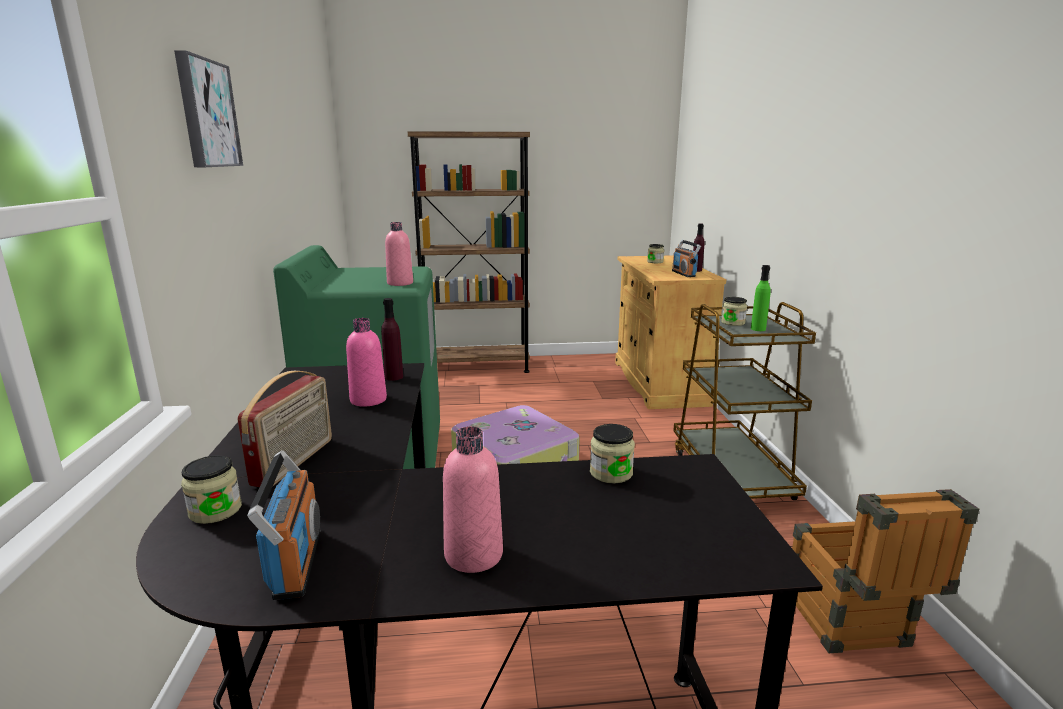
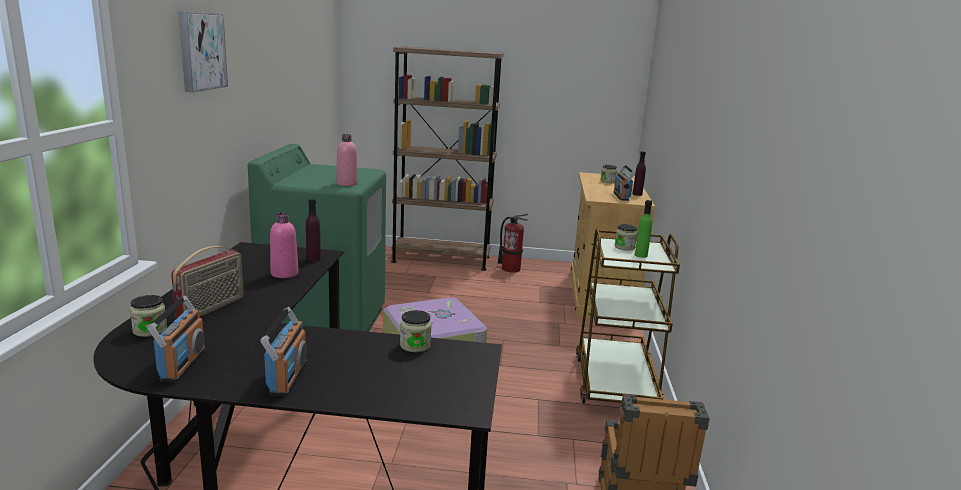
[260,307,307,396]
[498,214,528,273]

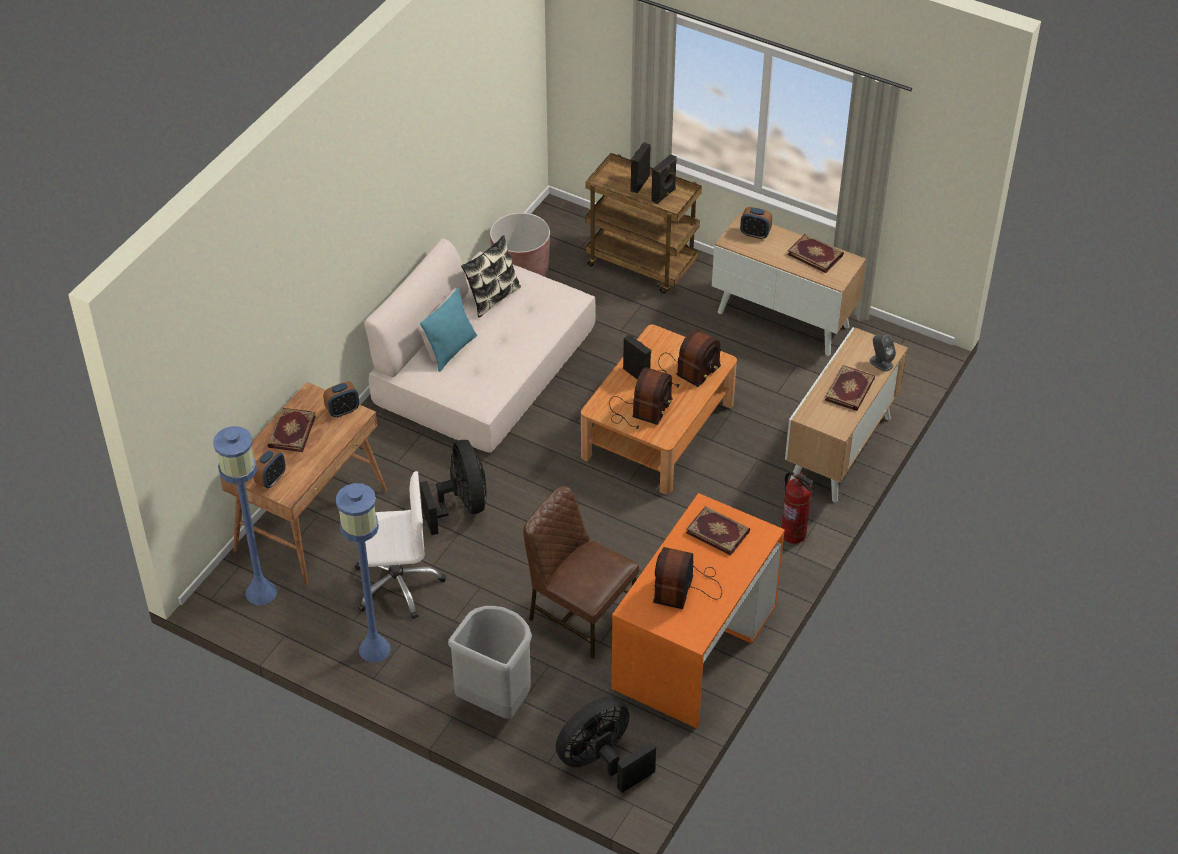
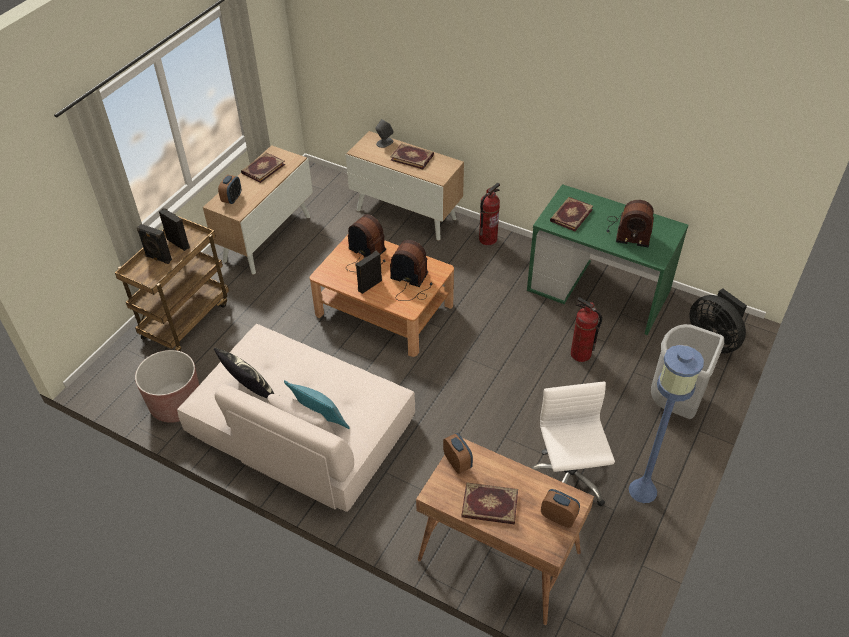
[213,426,277,605] (first image)
[420,440,487,535] (first image)
[571,297,602,362]
[527,184,688,335]

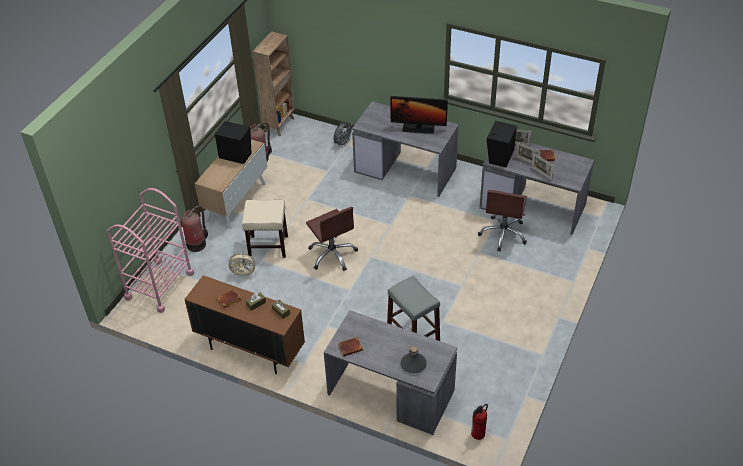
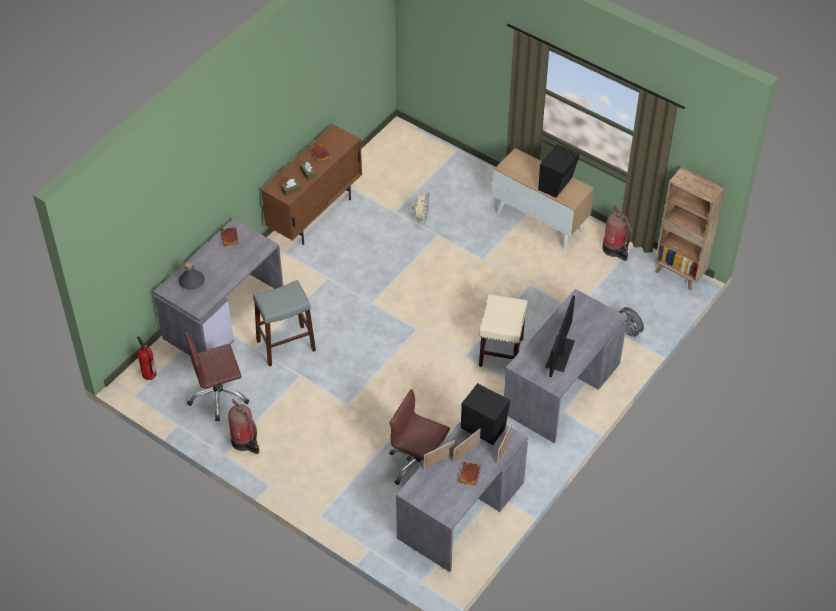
[106,188,194,313] (first image)
[228,399,259,454]
[479,294,528,367]
[185,332,250,421]

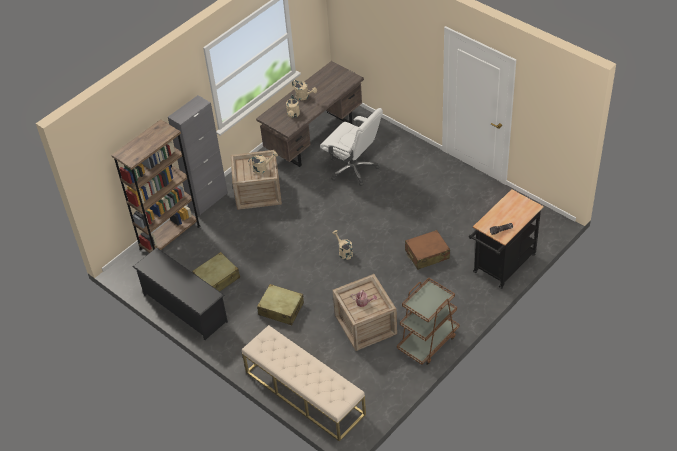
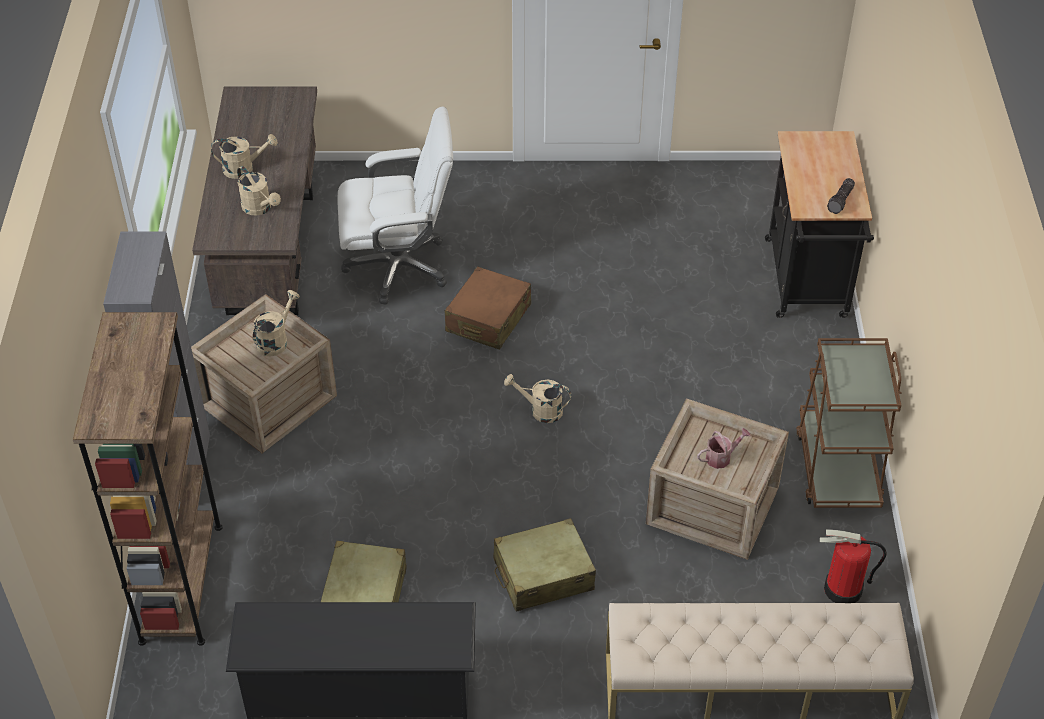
[445,266,531,349]
[820,529,887,603]

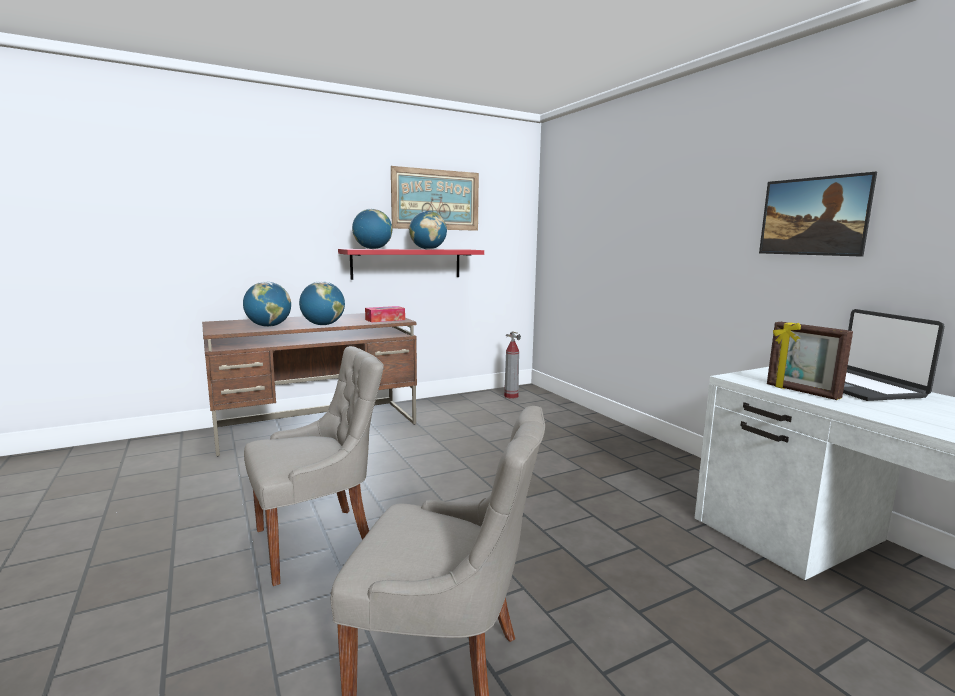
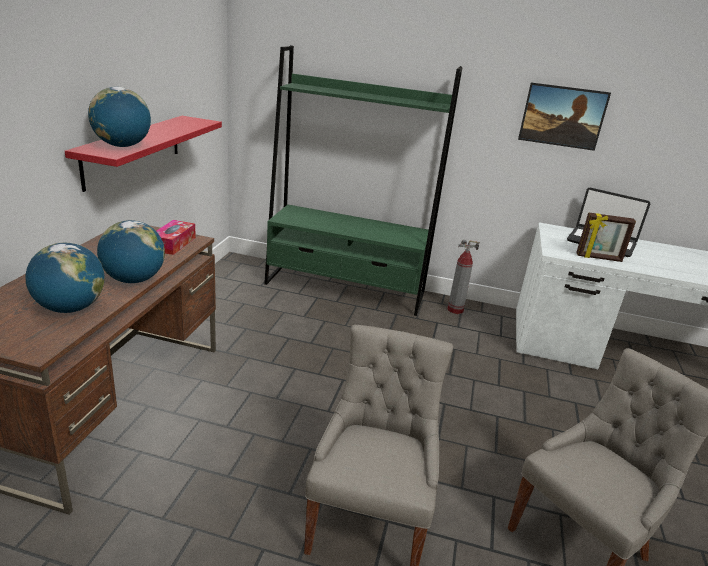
[391,166,479,231] (first image)
[409,211,447,249] (first image)
[447,240,480,314]
[264,45,462,316]

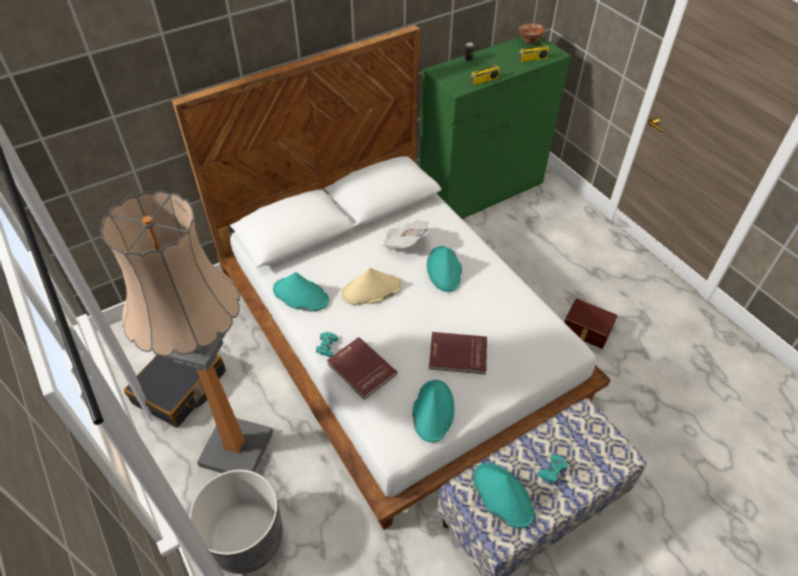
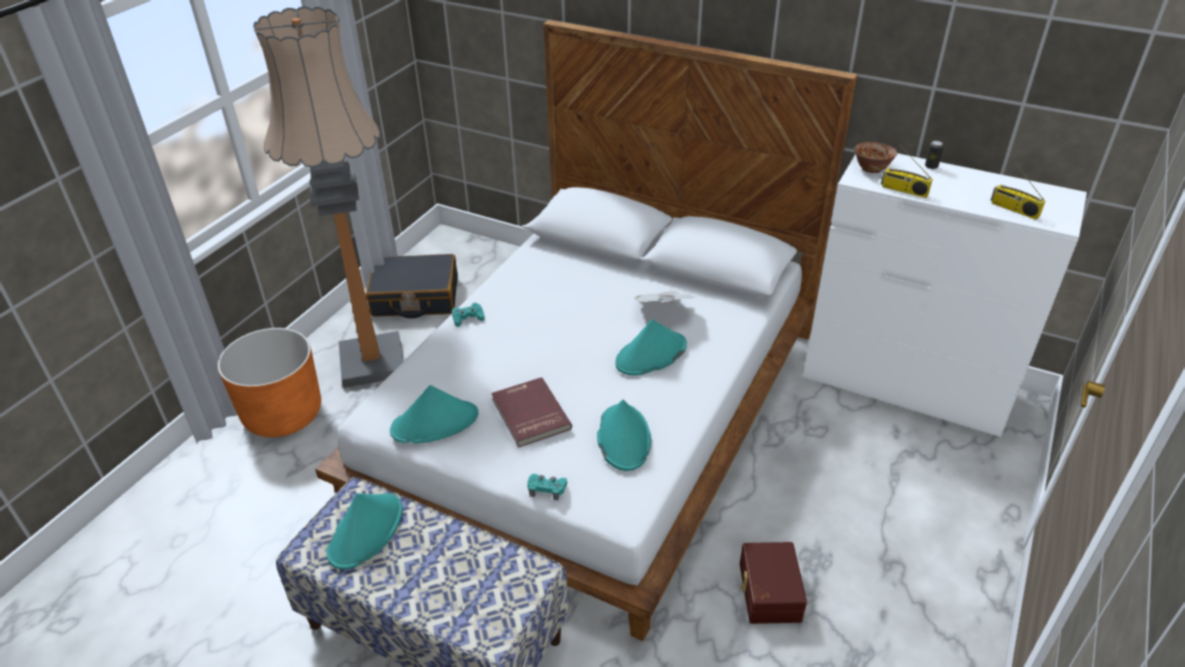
[217,328,321,437]
[597,400,651,471]
[327,337,397,400] (first image)
[342,268,401,305] (first image)
[803,153,1087,437]
[854,142,897,173]
[527,474,567,500]

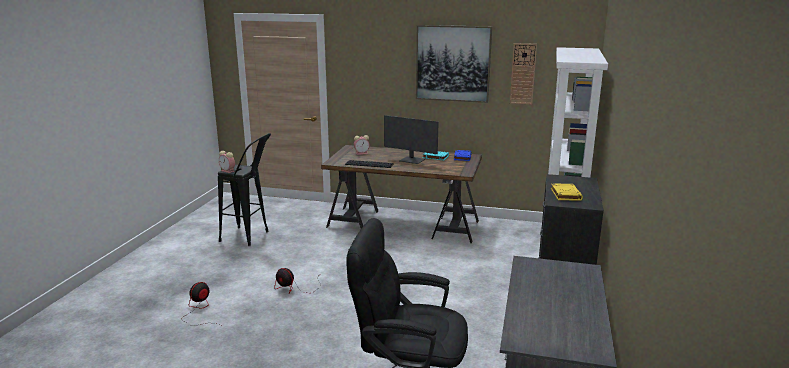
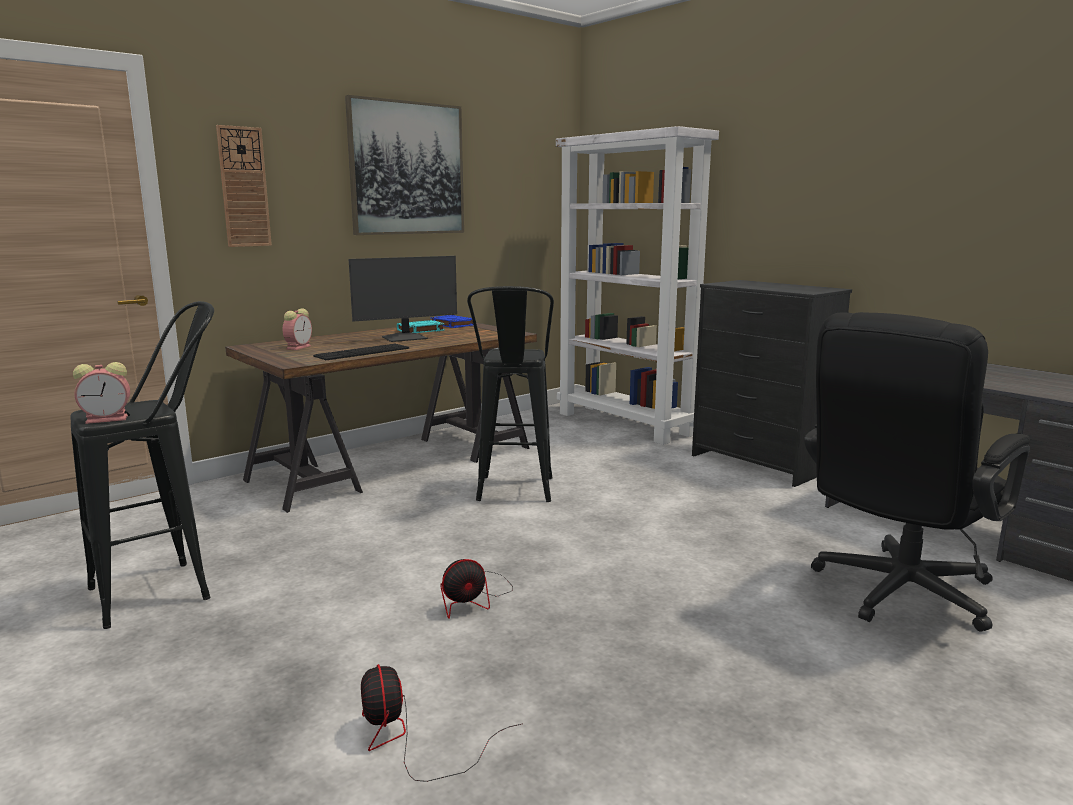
[216,125,272,247]
[551,184,583,200] (first image)
[467,286,554,502]

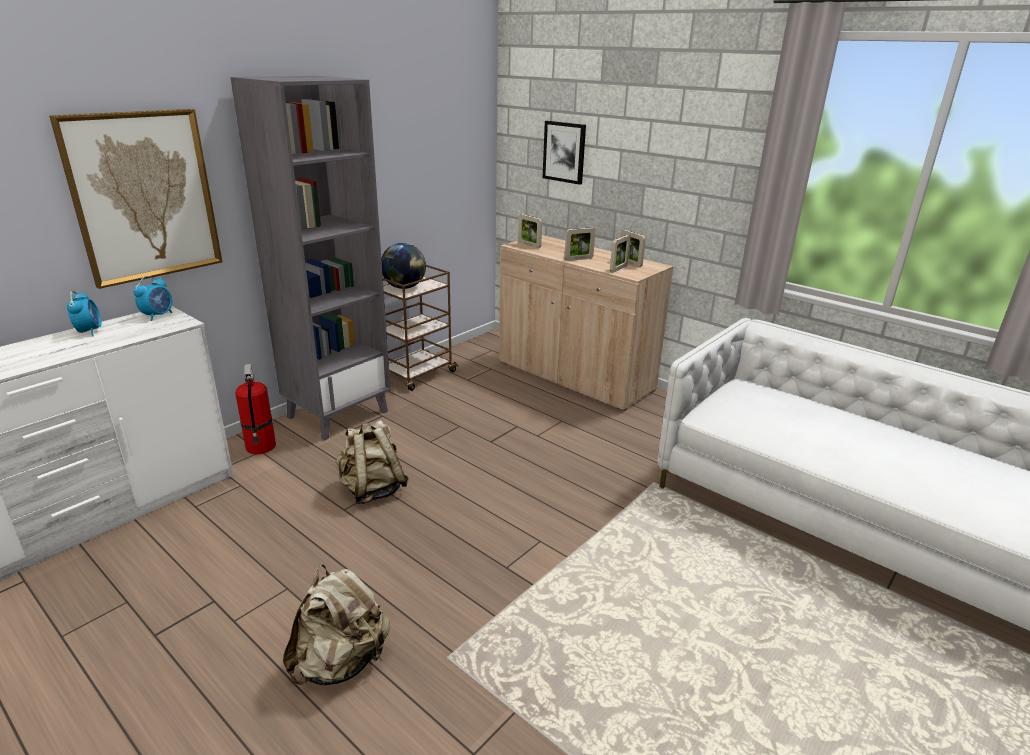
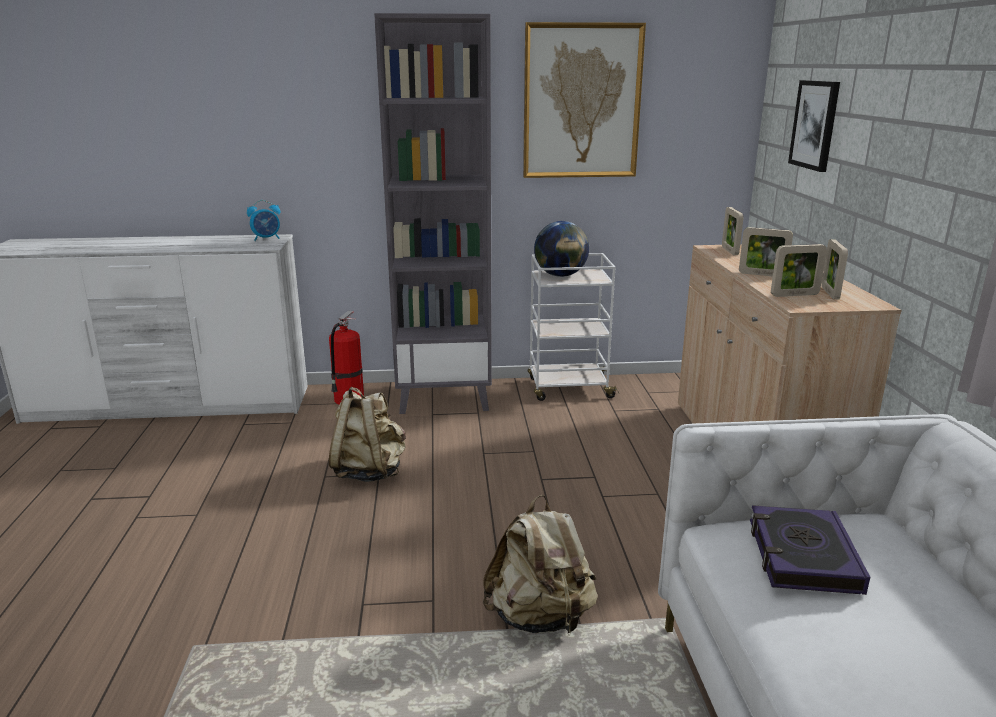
[523,22,646,178]
[67,291,102,336] (first image)
[483,495,598,633]
[528,253,619,401]
[750,506,870,595]

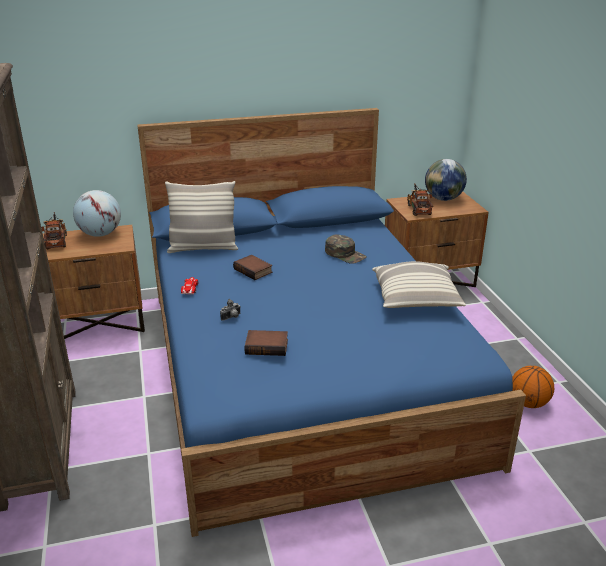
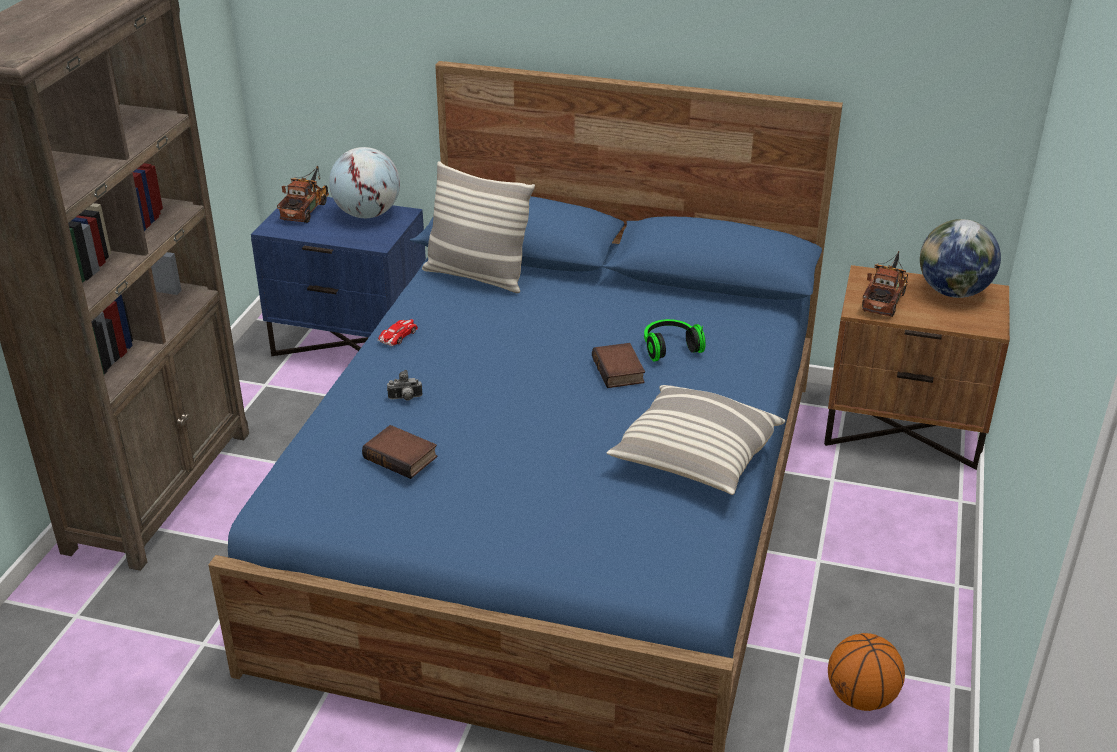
[251,197,426,356]
[592,343,645,388]
[644,319,706,362]

